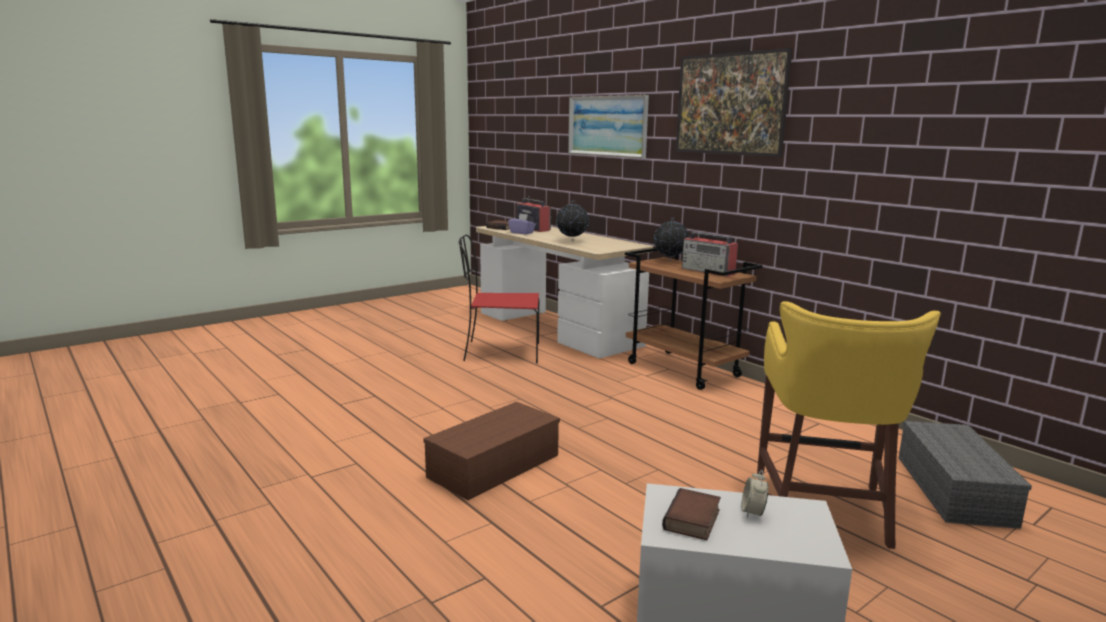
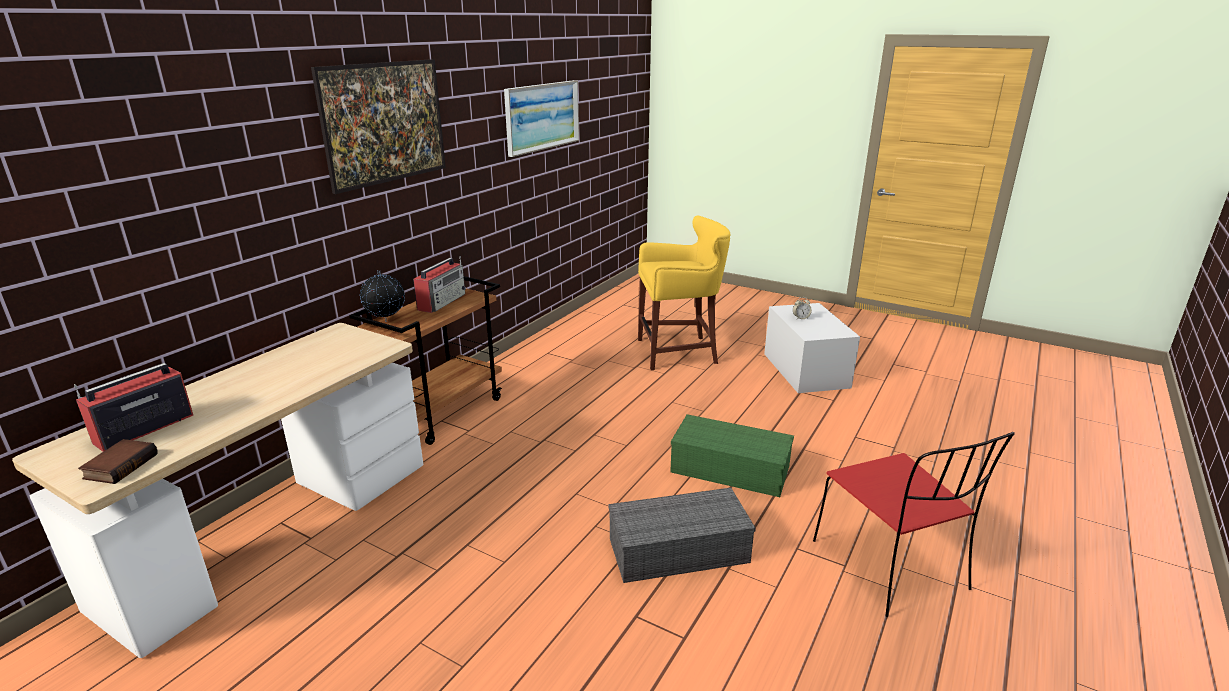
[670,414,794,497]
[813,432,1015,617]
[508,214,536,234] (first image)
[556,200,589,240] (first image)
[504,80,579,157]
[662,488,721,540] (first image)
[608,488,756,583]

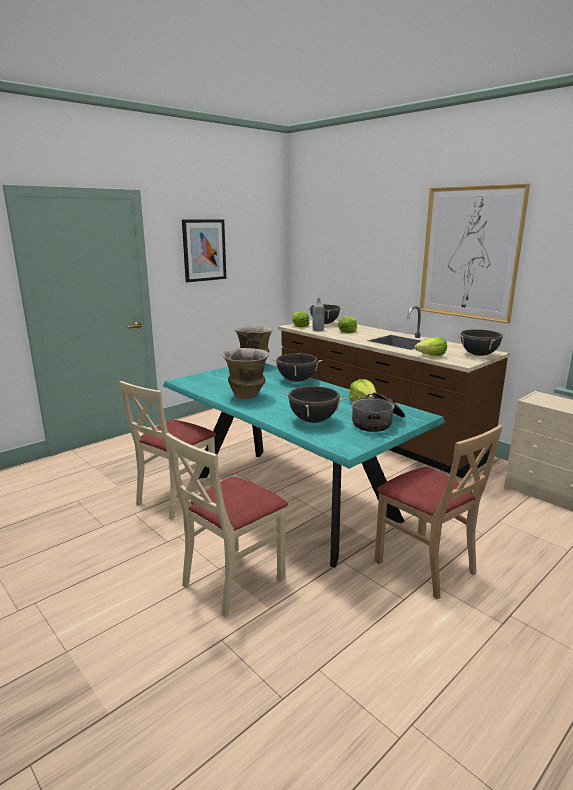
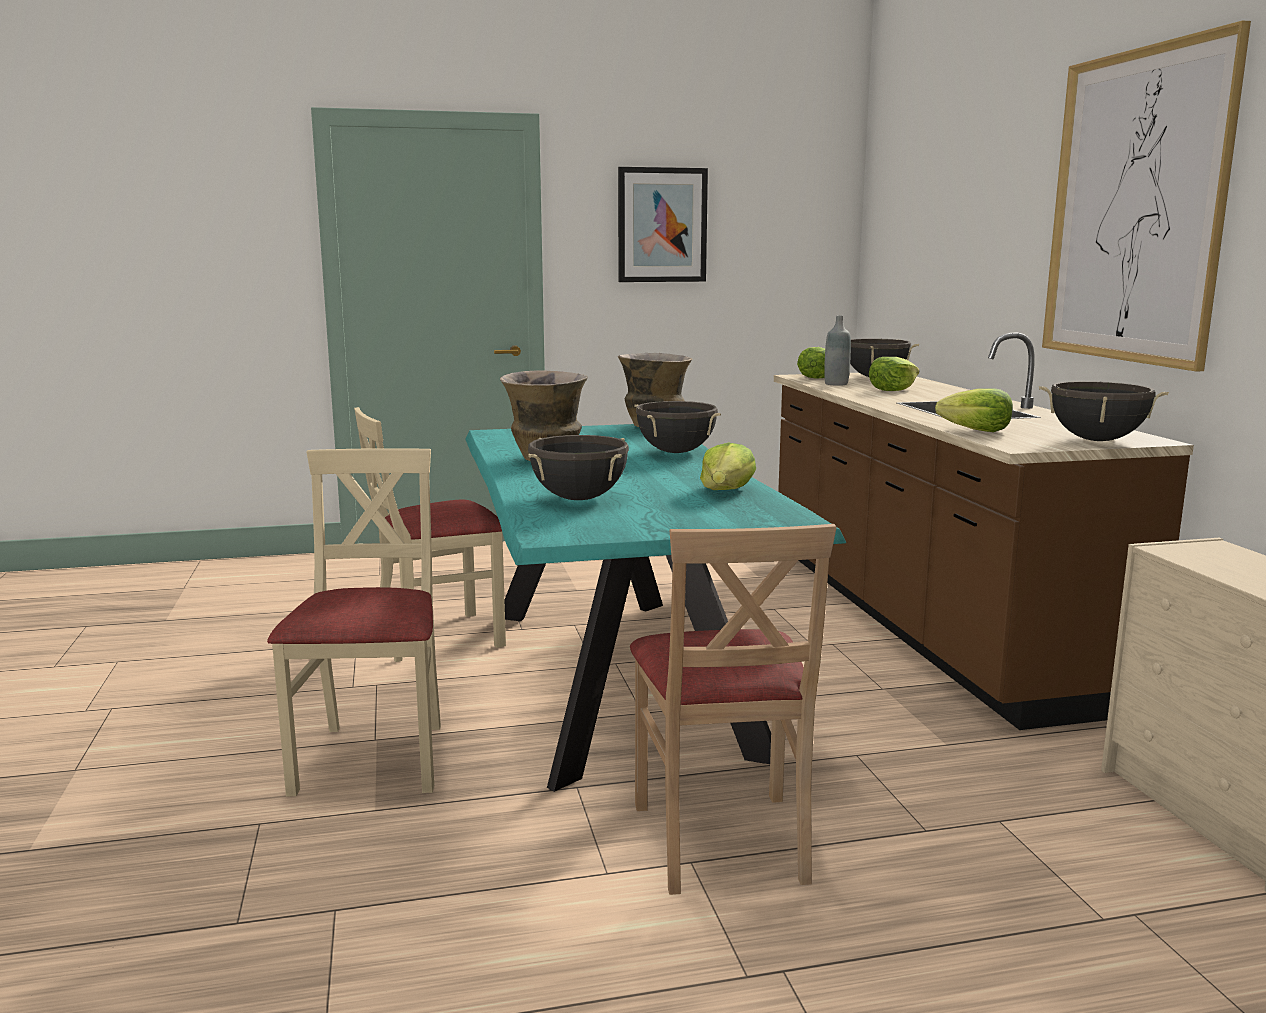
[267,448,441,796]
[352,392,405,432] (first image)

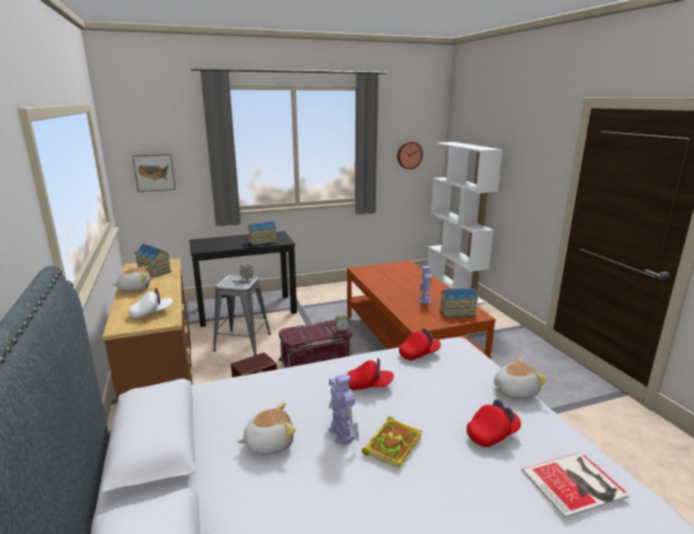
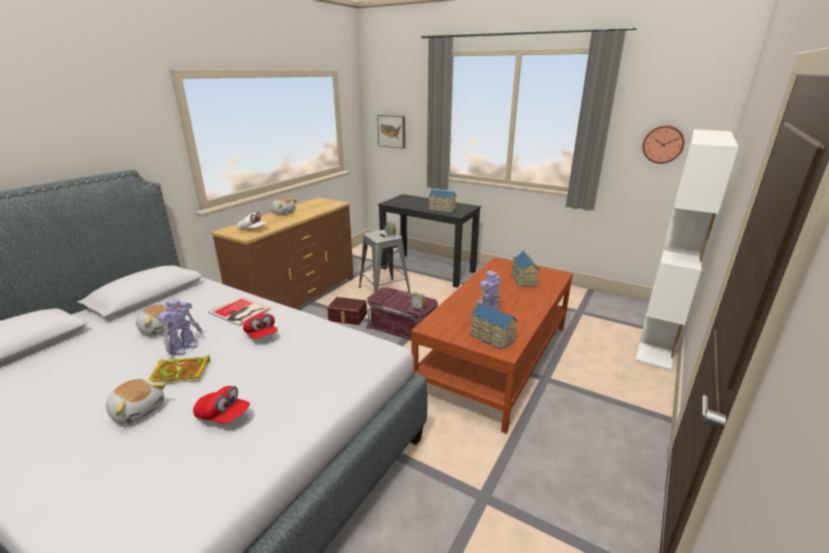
[512,251,539,287]
[399,328,441,361] (first image)
[106,379,166,424]
[208,297,271,326]

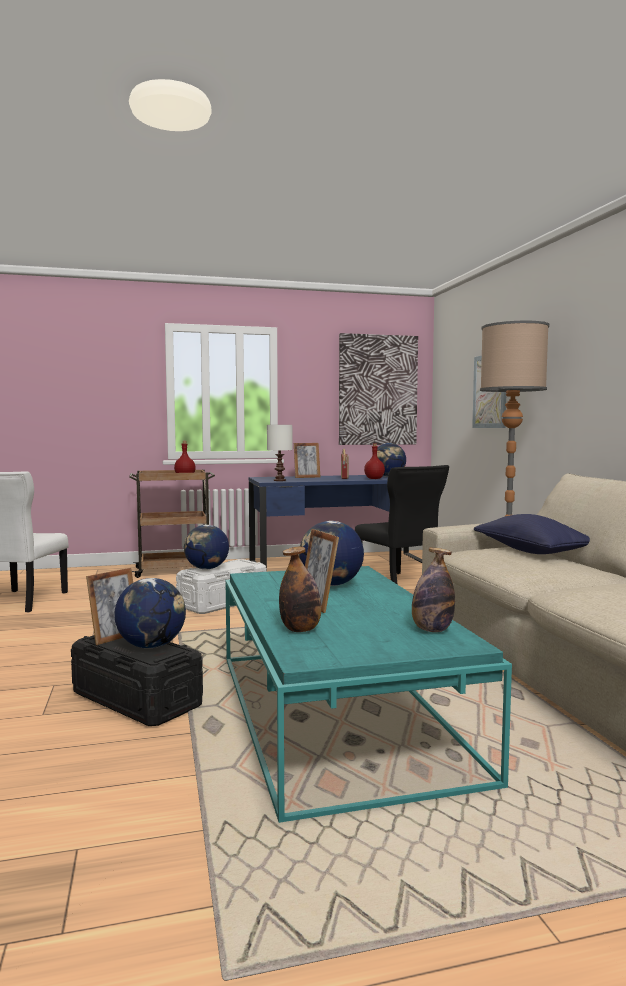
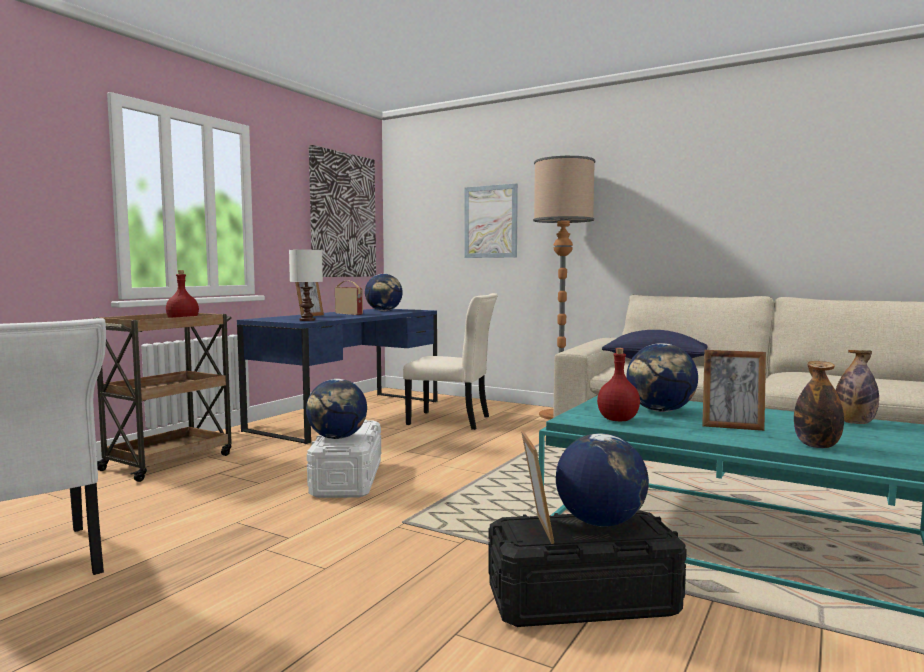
[403,293,498,430]
[597,348,640,422]

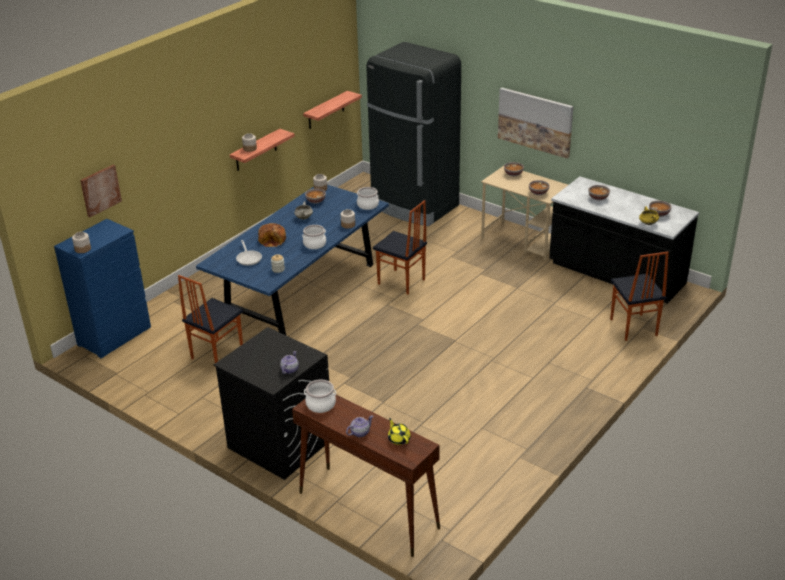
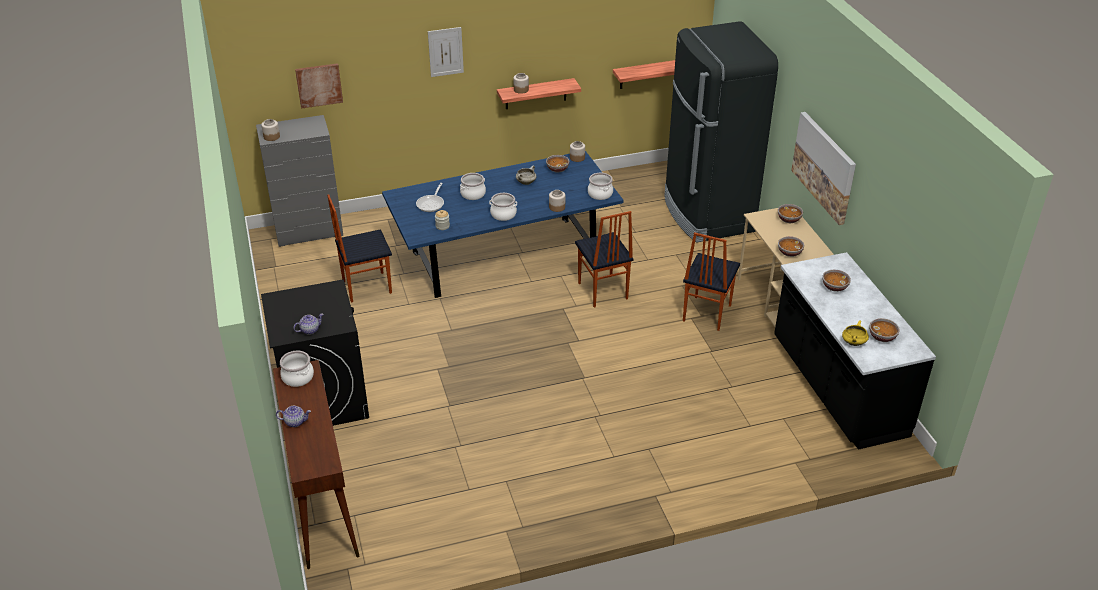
[256,115,343,247]
[460,173,486,200]
[388,418,411,445] (first image)
[683,232,740,331]
[428,27,464,77]

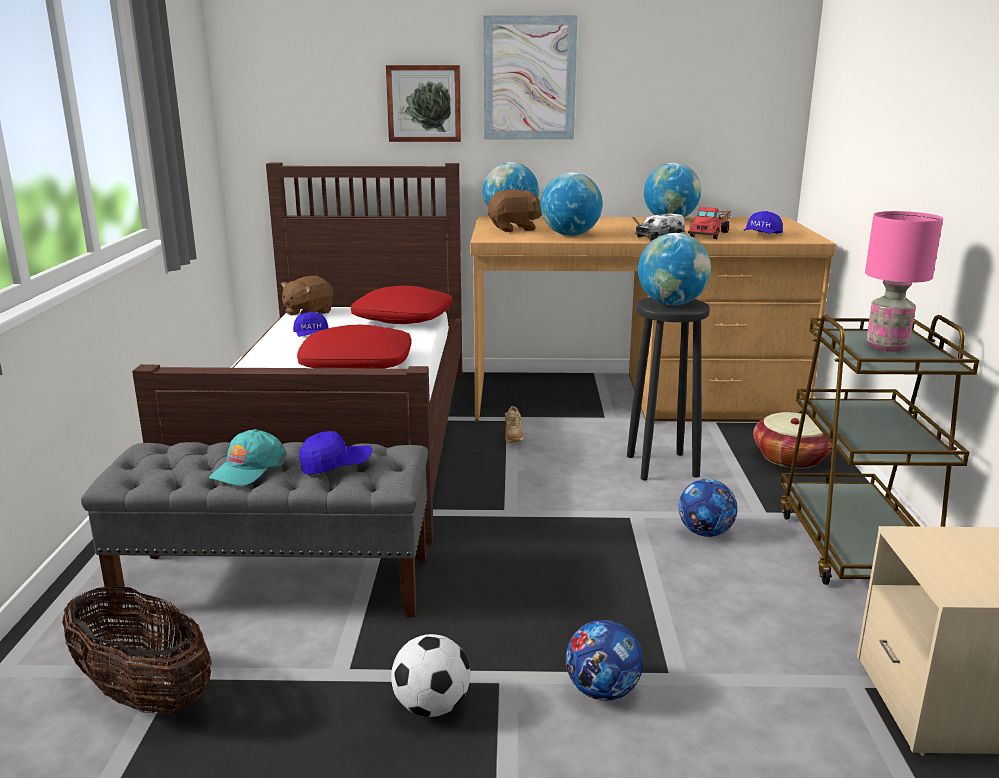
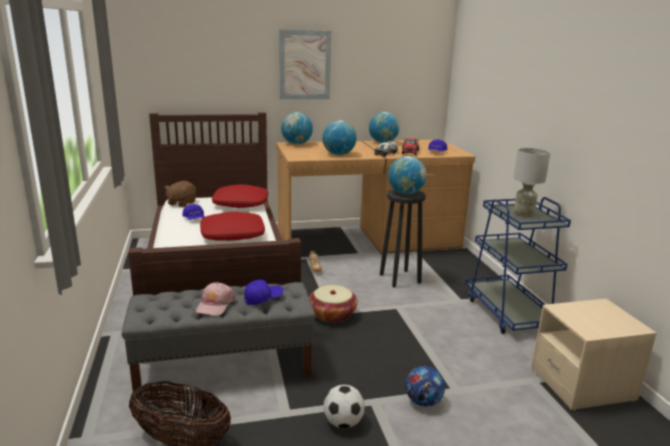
[196,282,235,316]
[386,65,461,142] (first image)
[487,189,542,232] (first image)
[679,479,737,537] (first image)
[309,285,358,323]
[465,197,571,334]
[514,148,550,217]

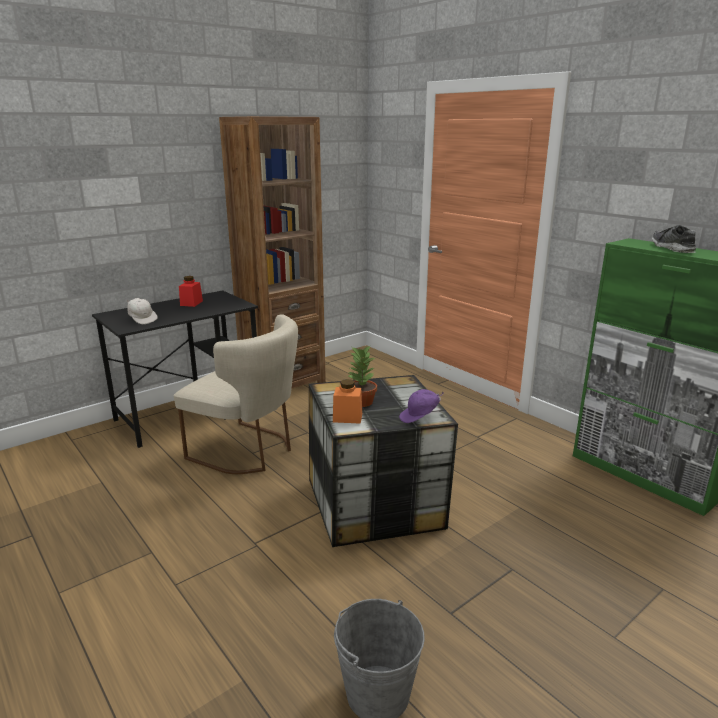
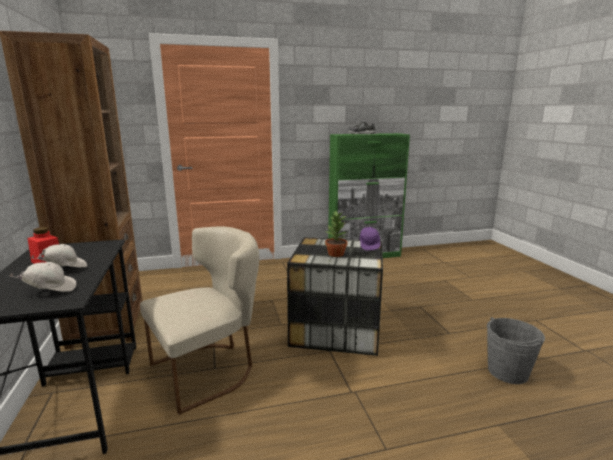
[333,379,362,424] (first image)
[32,244,87,267]

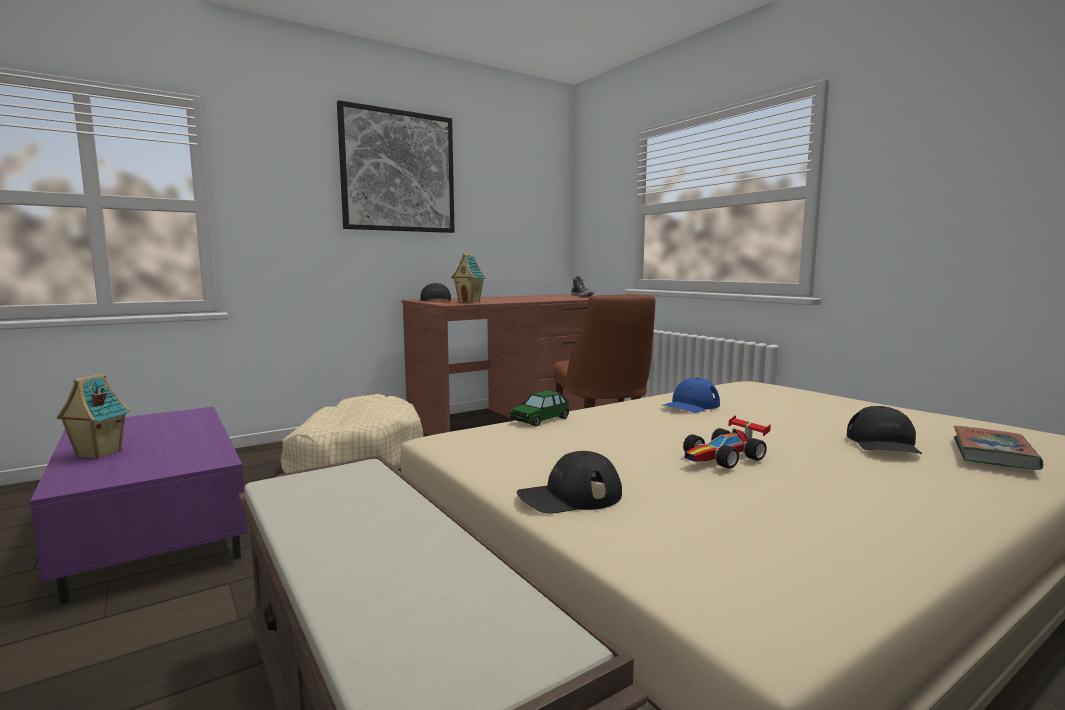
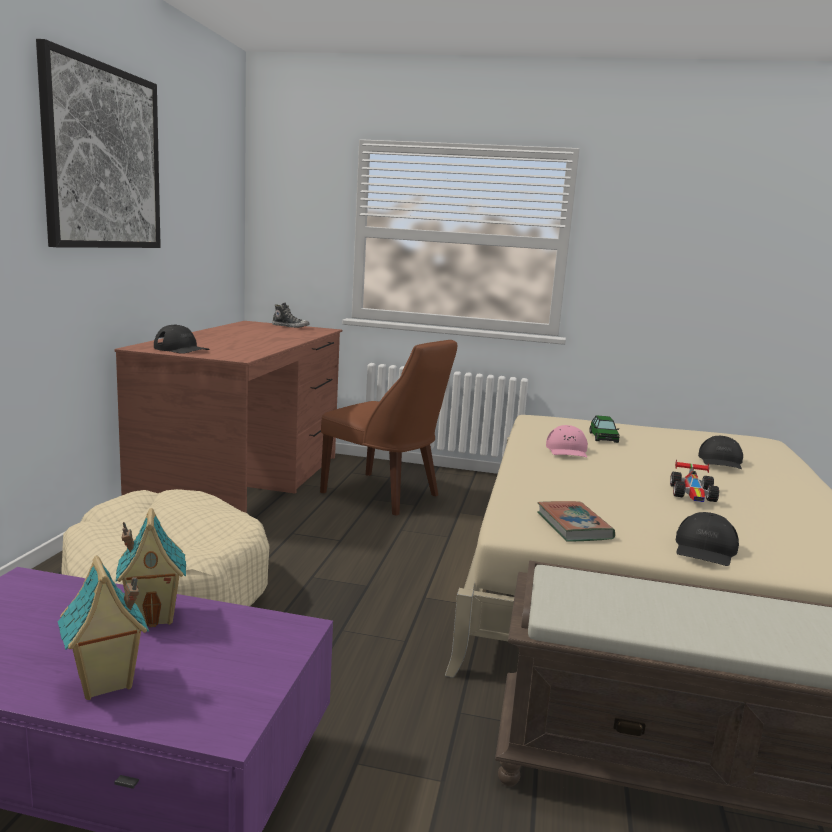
[116,508,186,627]
[589,415,619,443]
[546,425,588,457]
[698,436,743,469]
[538,501,615,542]

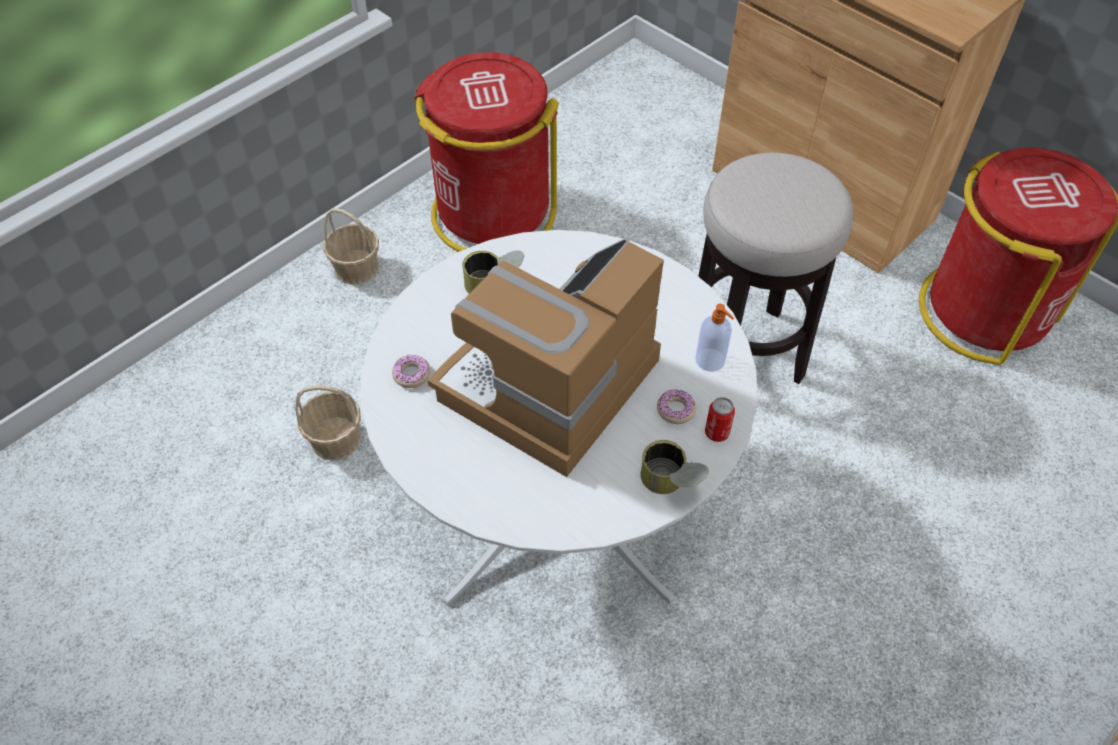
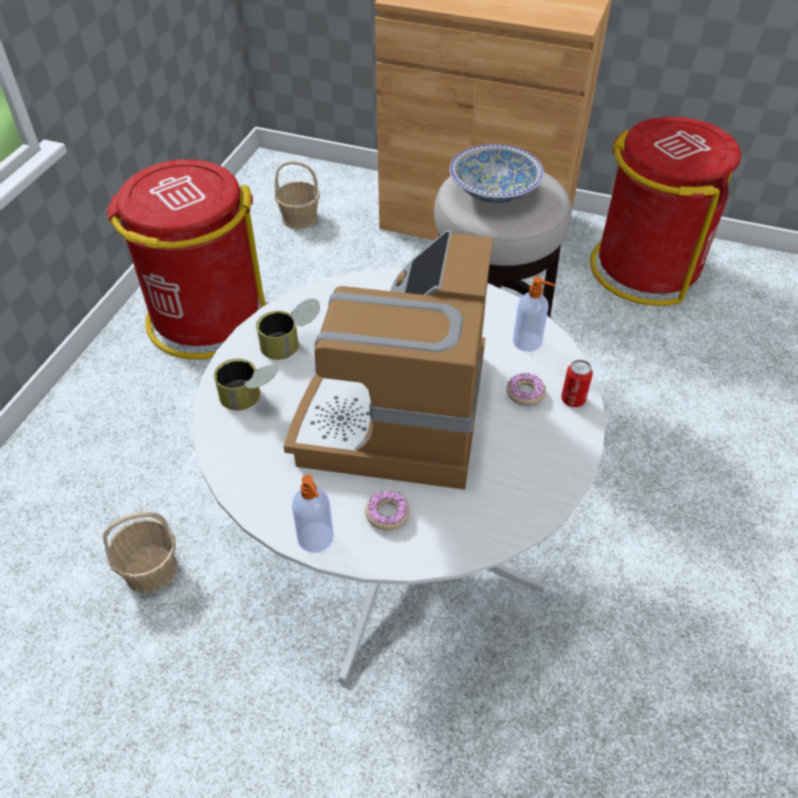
[275,161,320,229]
[365,491,410,531]
[214,358,279,411]
[292,475,333,553]
[450,144,544,203]

